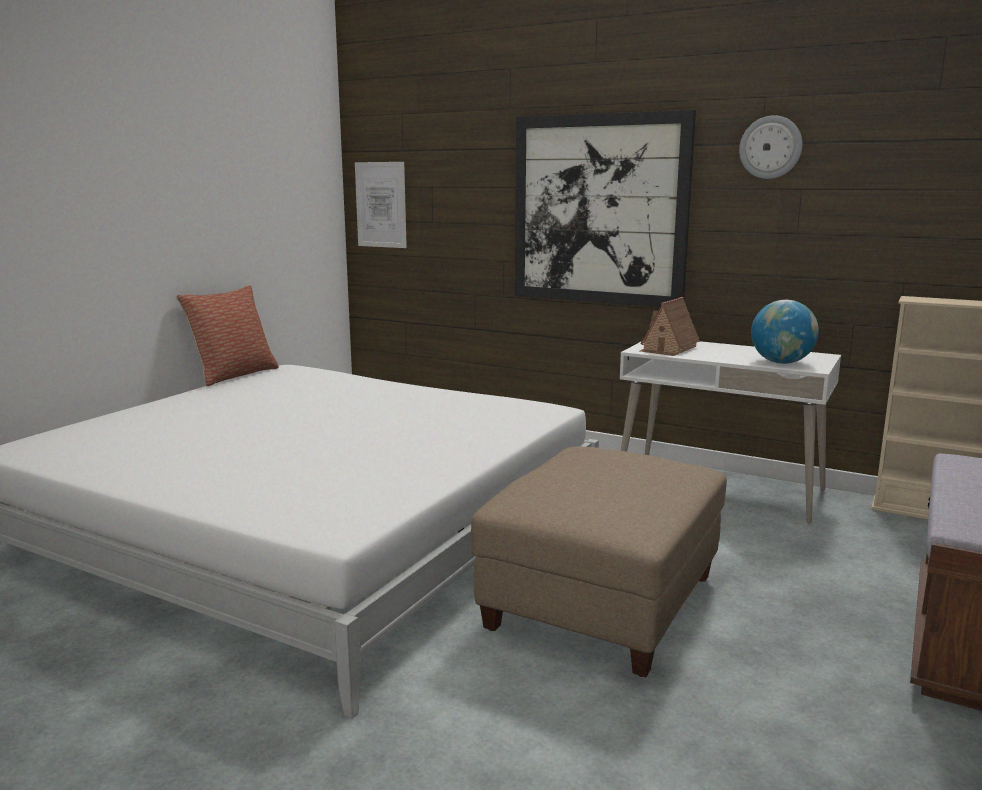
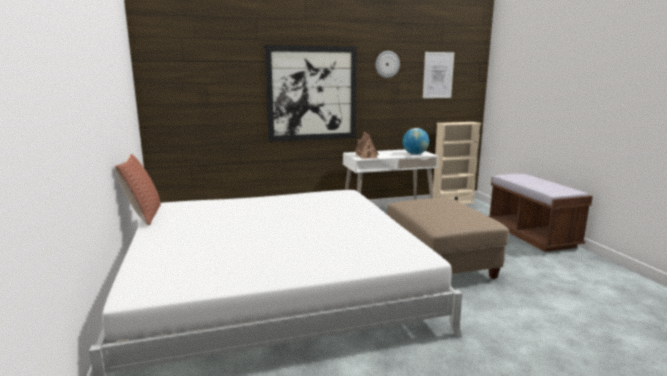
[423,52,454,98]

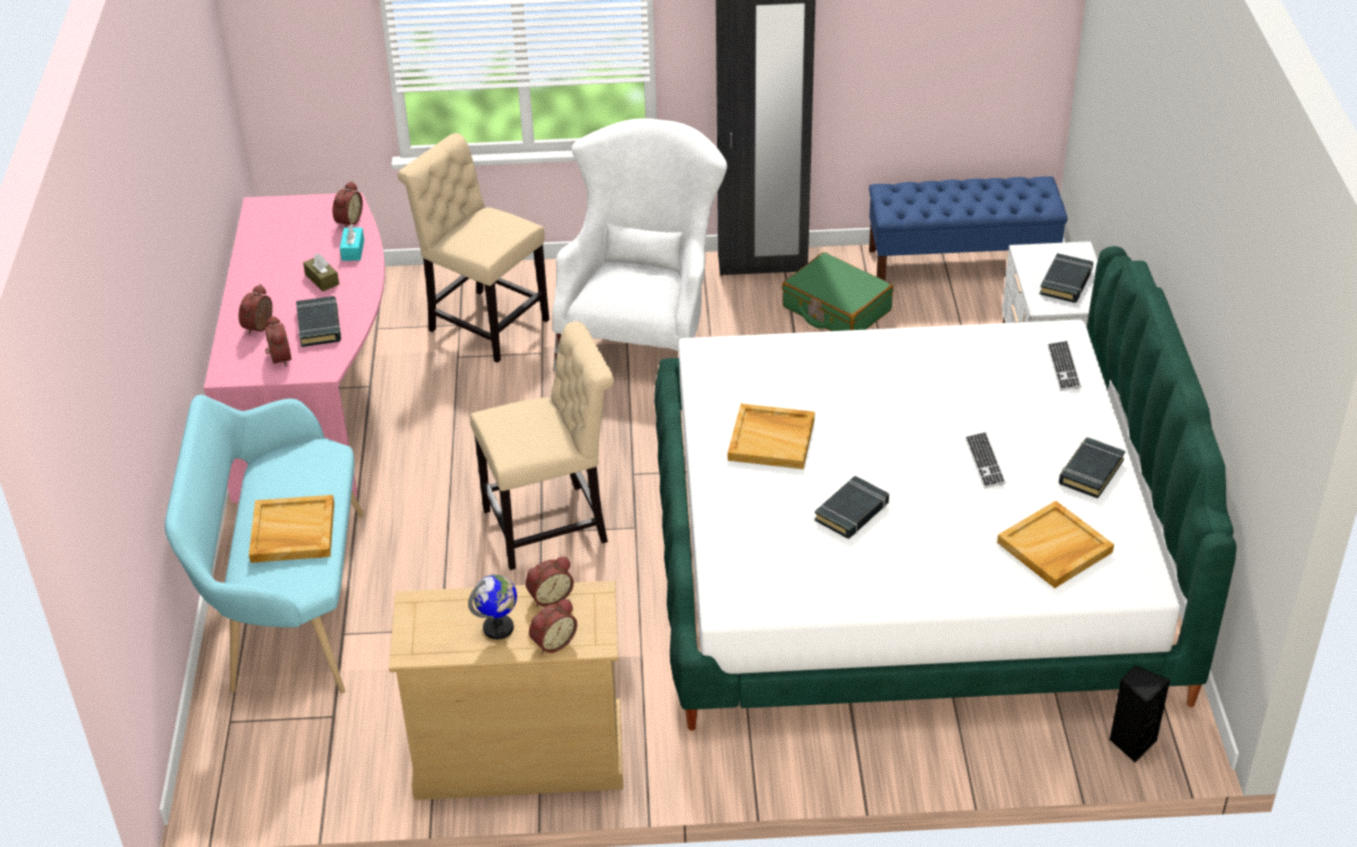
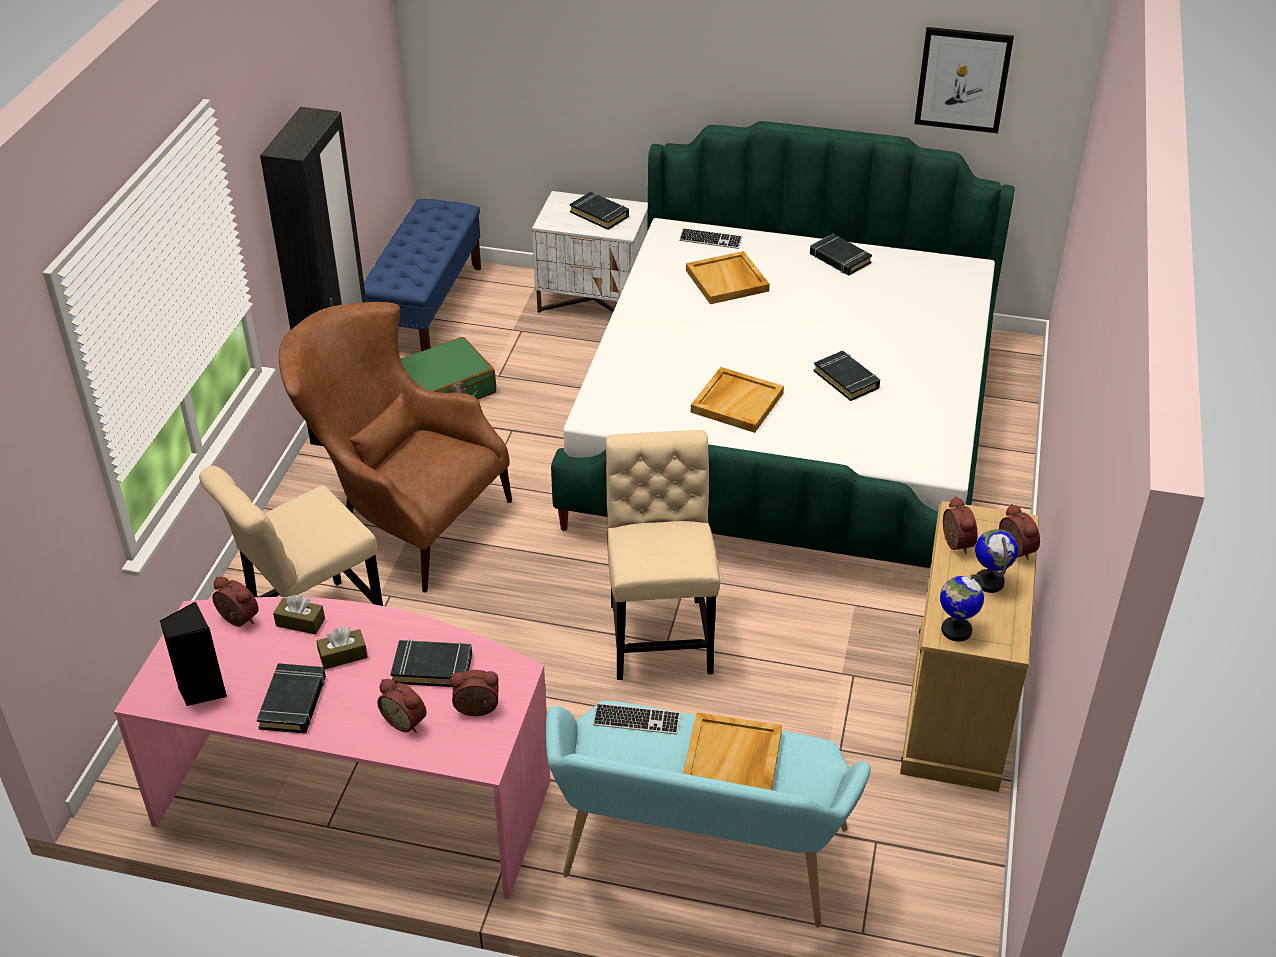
[160,602,227,706]
[257,663,326,733]
[273,595,325,634]
[279,302,512,592]
[593,703,681,735]
[686,251,770,304]
[914,27,1014,133]
[940,574,984,642]

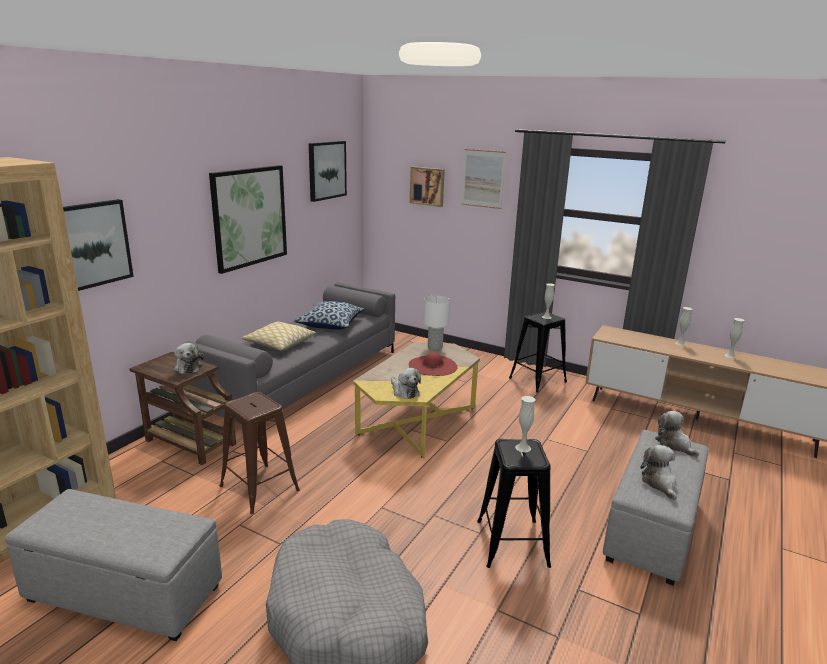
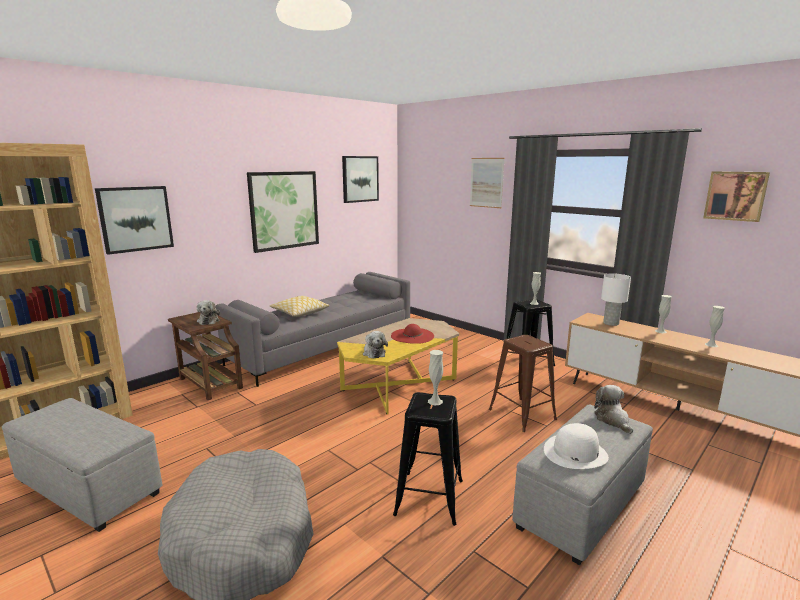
[489,335,557,432]
[544,423,609,469]
[601,273,631,326]
[703,171,770,222]
[294,301,364,330] (first image)

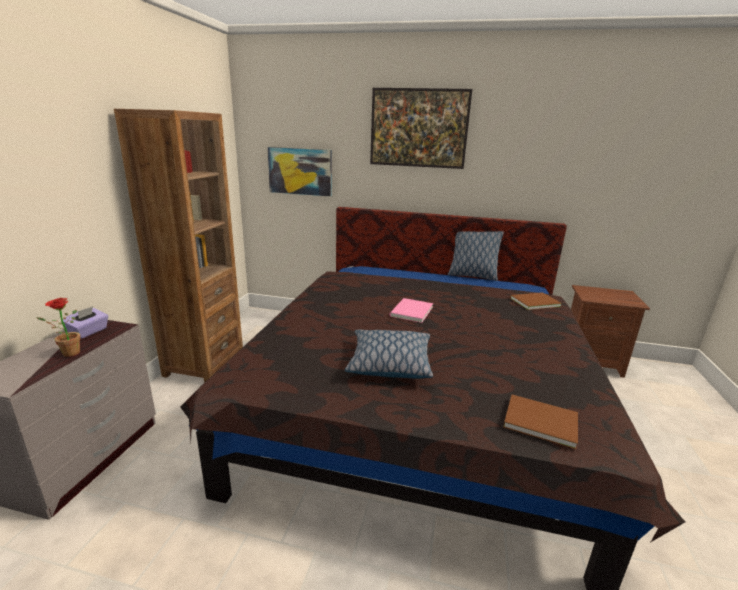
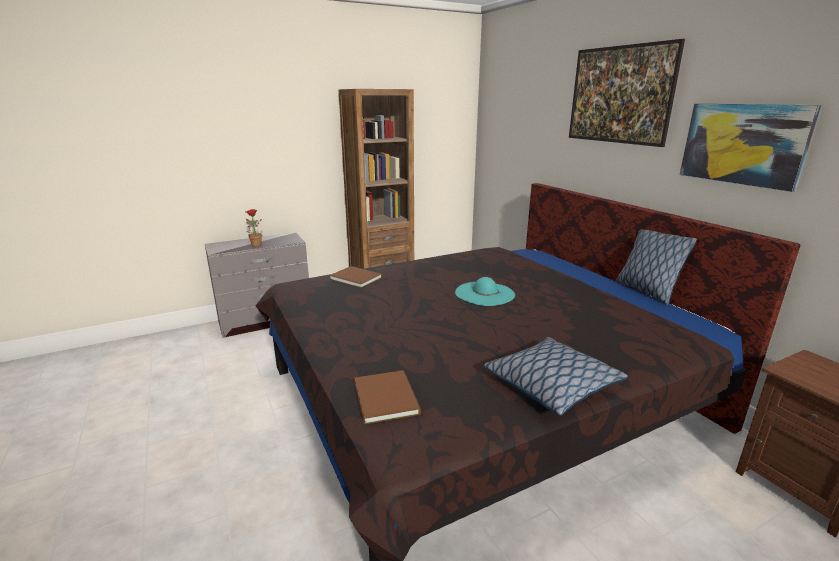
[329,266,382,288]
[455,277,515,306]
[483,337,628,416]
[680,104,821,192]
[61,306,109,339] (first image)

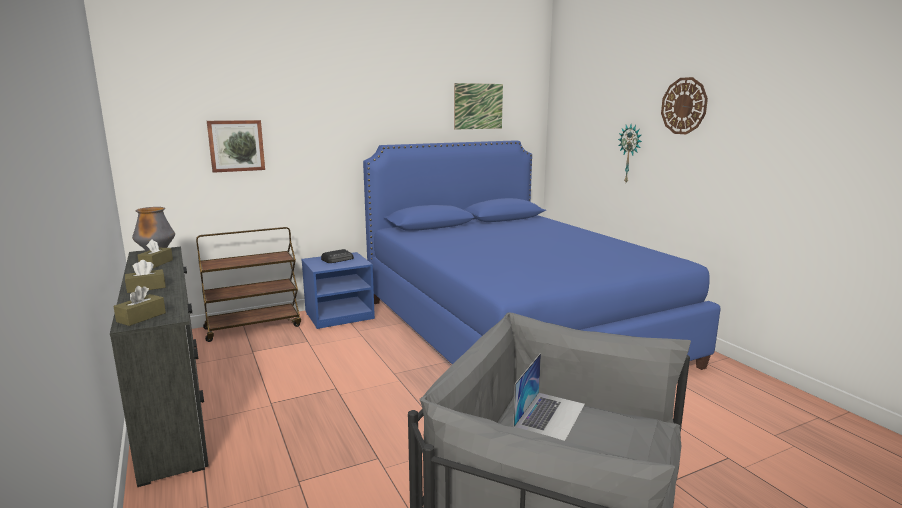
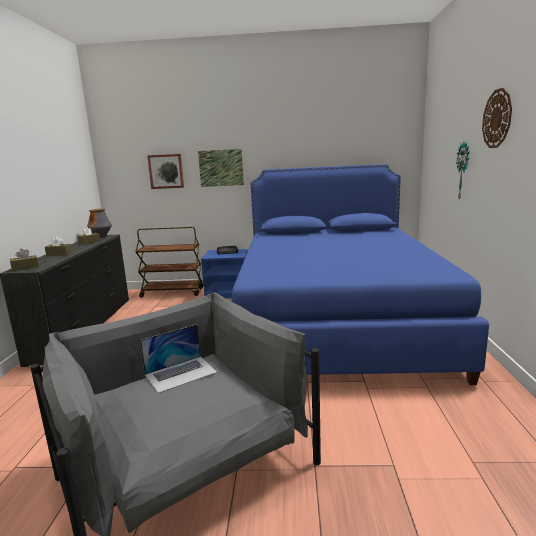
[198,149,244,187]

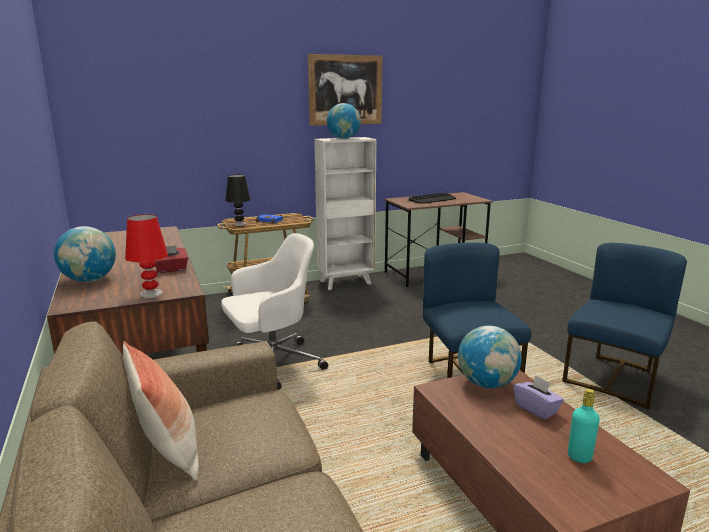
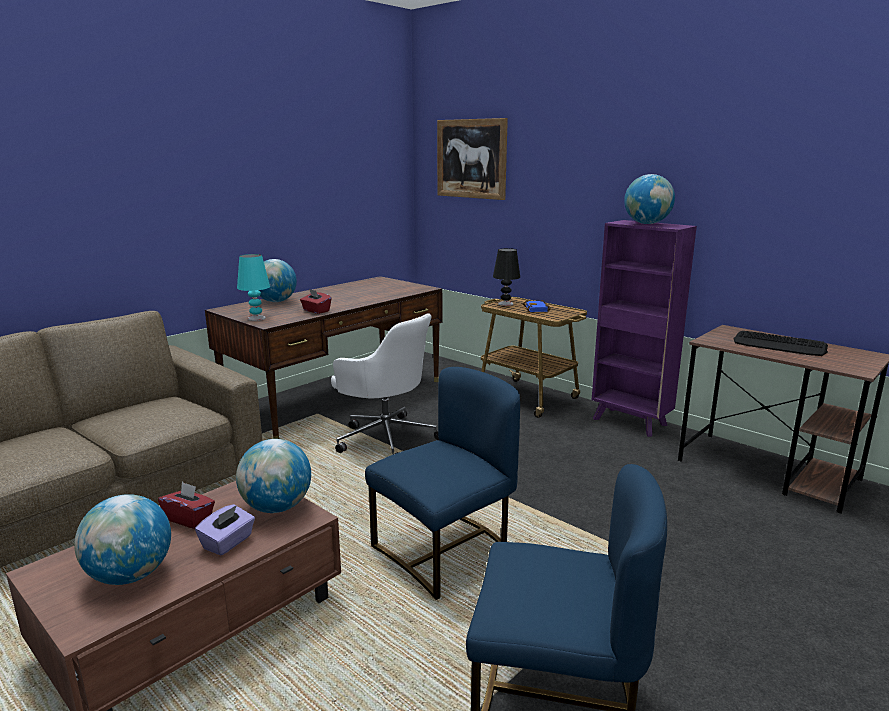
[74,494,171,585]
[158,482,215,529]
[237,254,270,321]
[437,118,508,200]
[592,220,697,437]
[123,341,199,480] (first image)

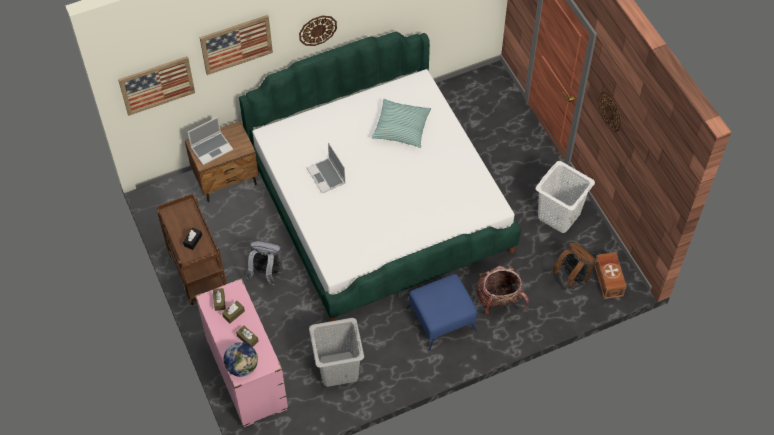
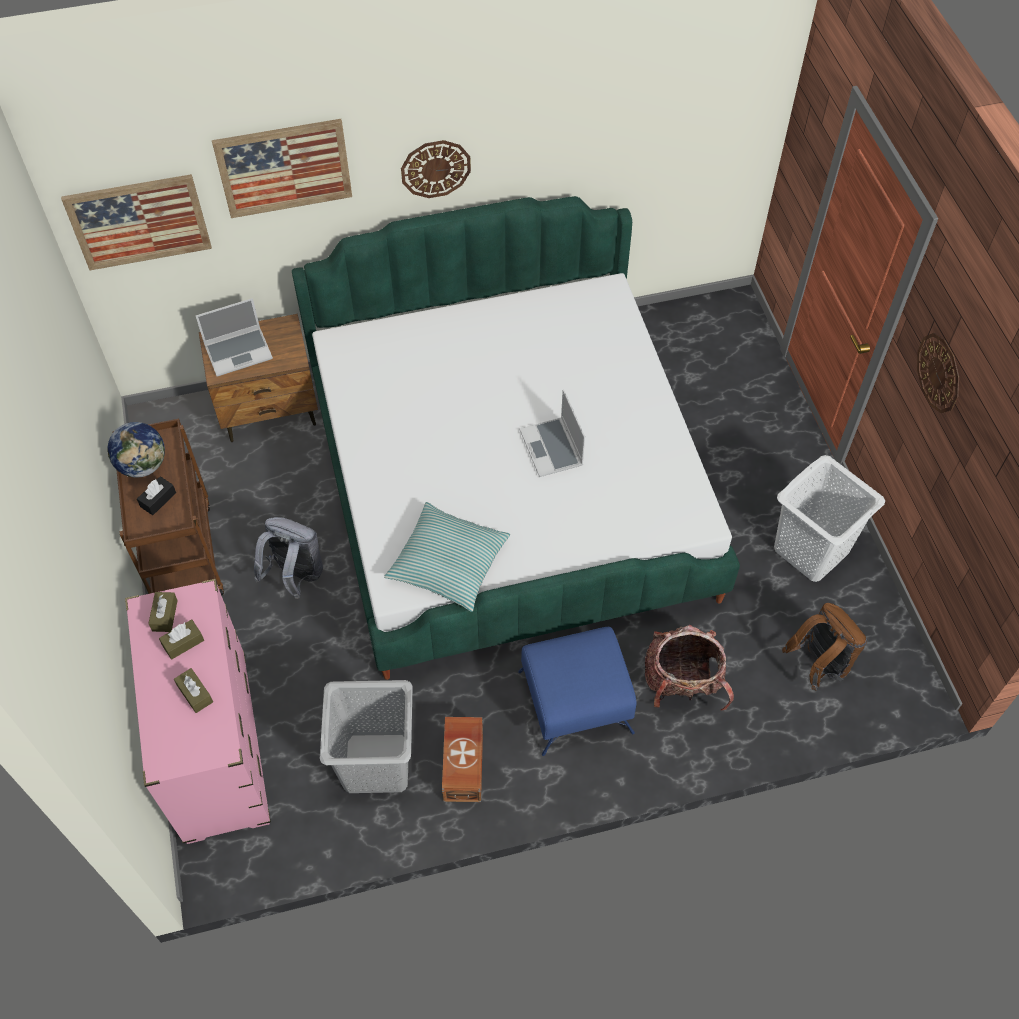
[107,422,165,478]
[384,502,510,612]
[442,717,483,802]
[520,390,585,477]

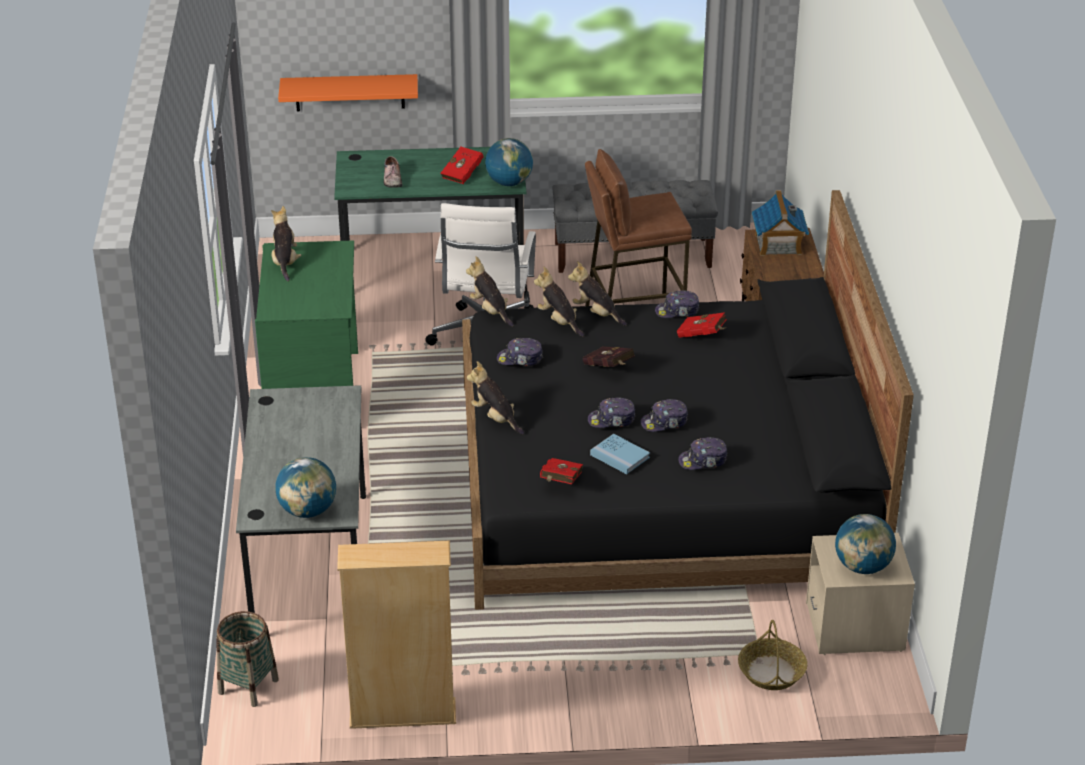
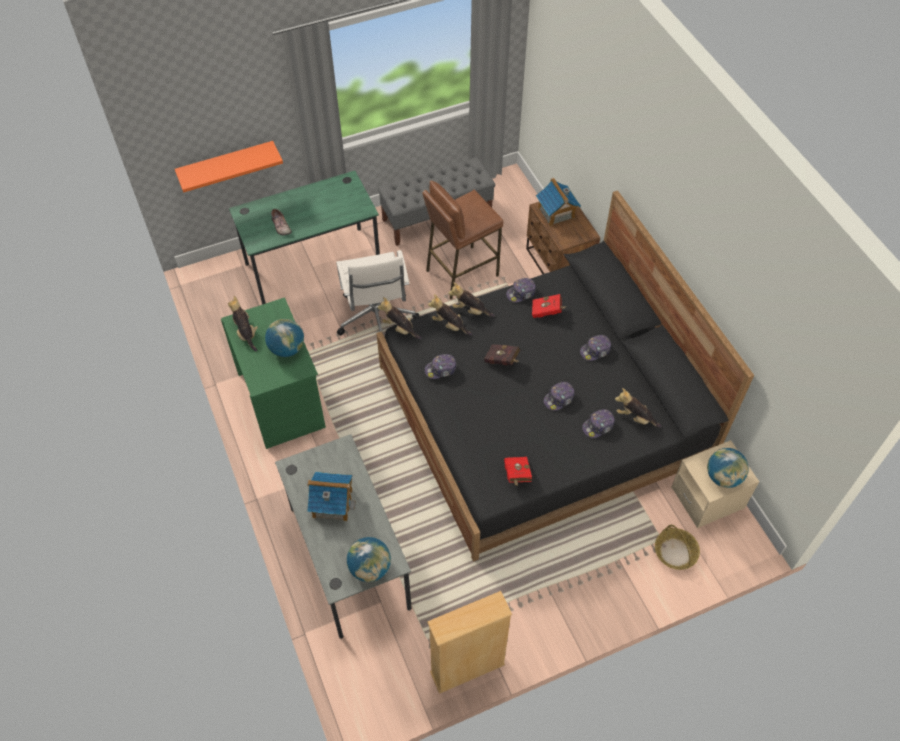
[265,319,304,357]
[307,472,356,521]
[580,335,611,361]
[615,388,661,428]
[216,611,279,707] (first image)
[440,147,484,184] (first image)
[590,434,650,474] (first image)

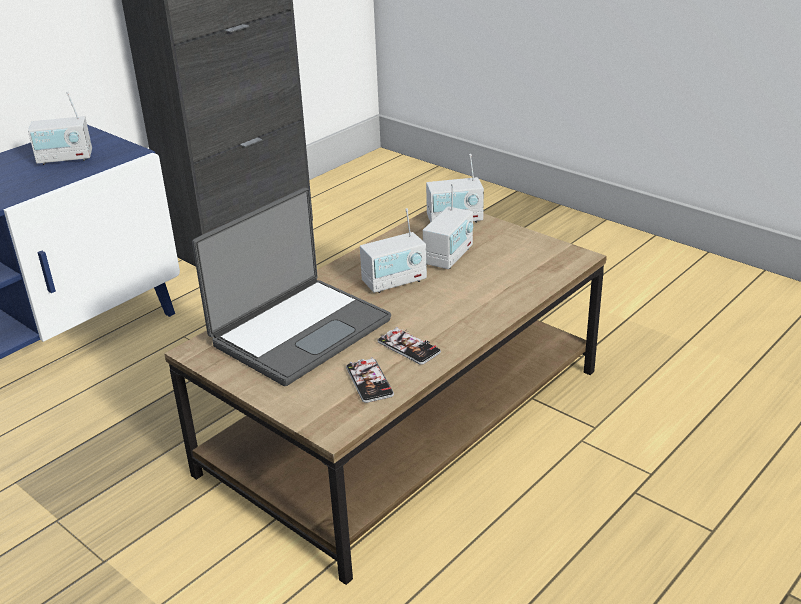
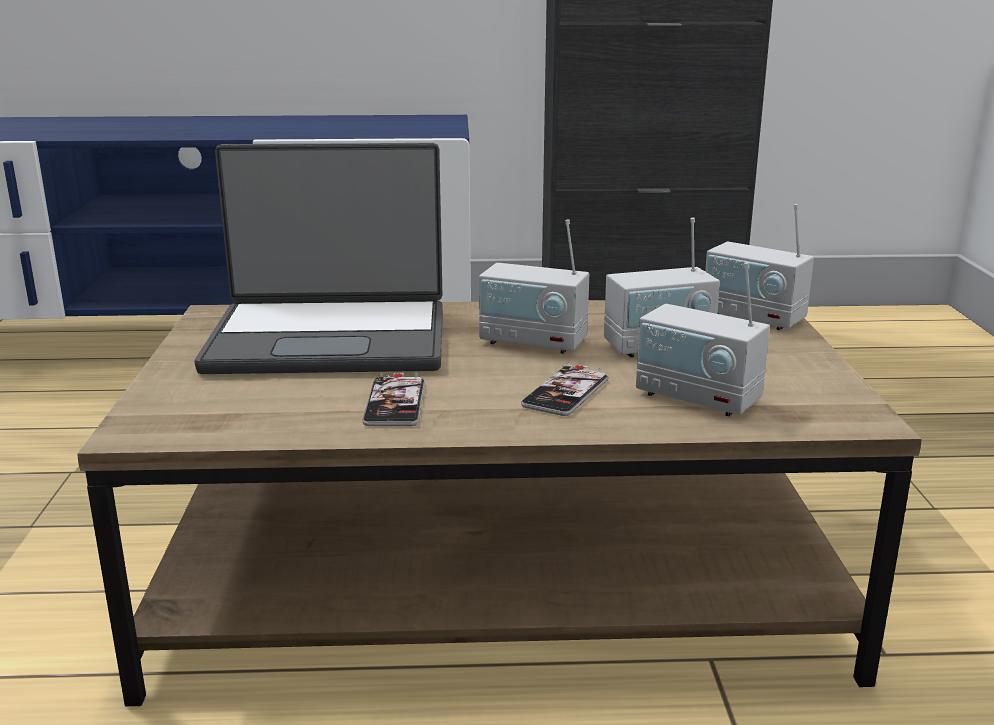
[521,362,608,416]
[636,262,770,416]

